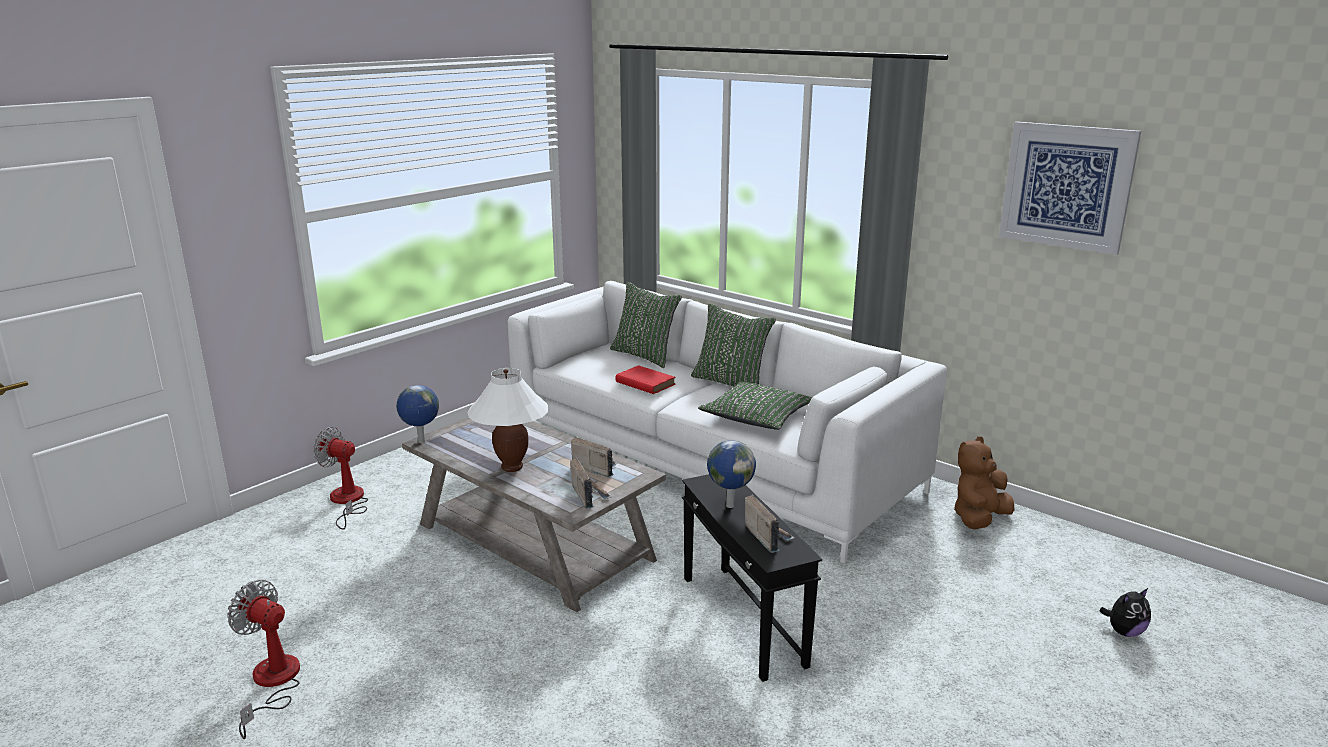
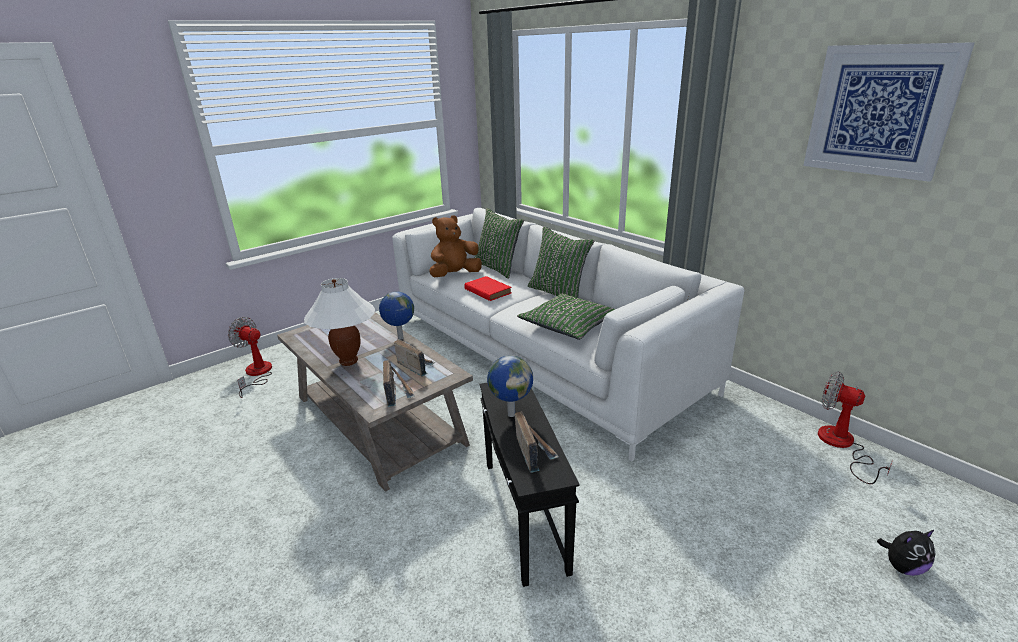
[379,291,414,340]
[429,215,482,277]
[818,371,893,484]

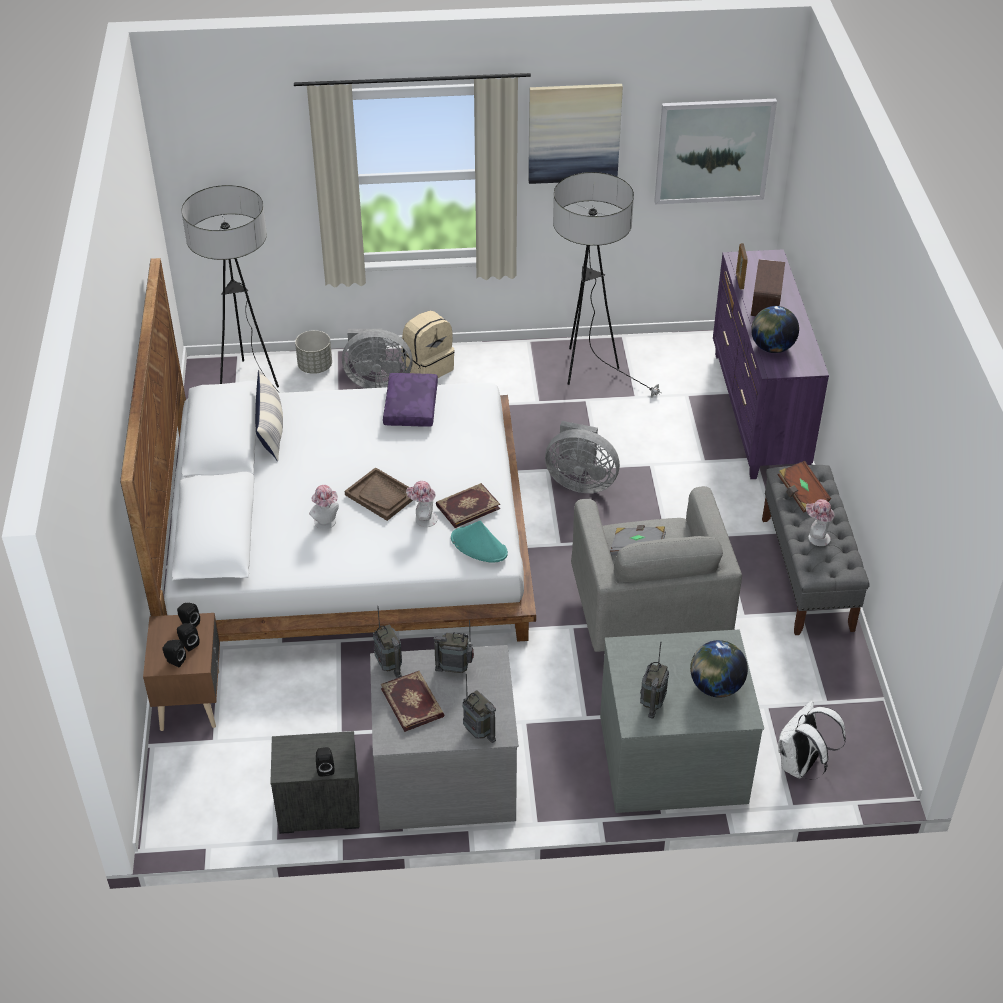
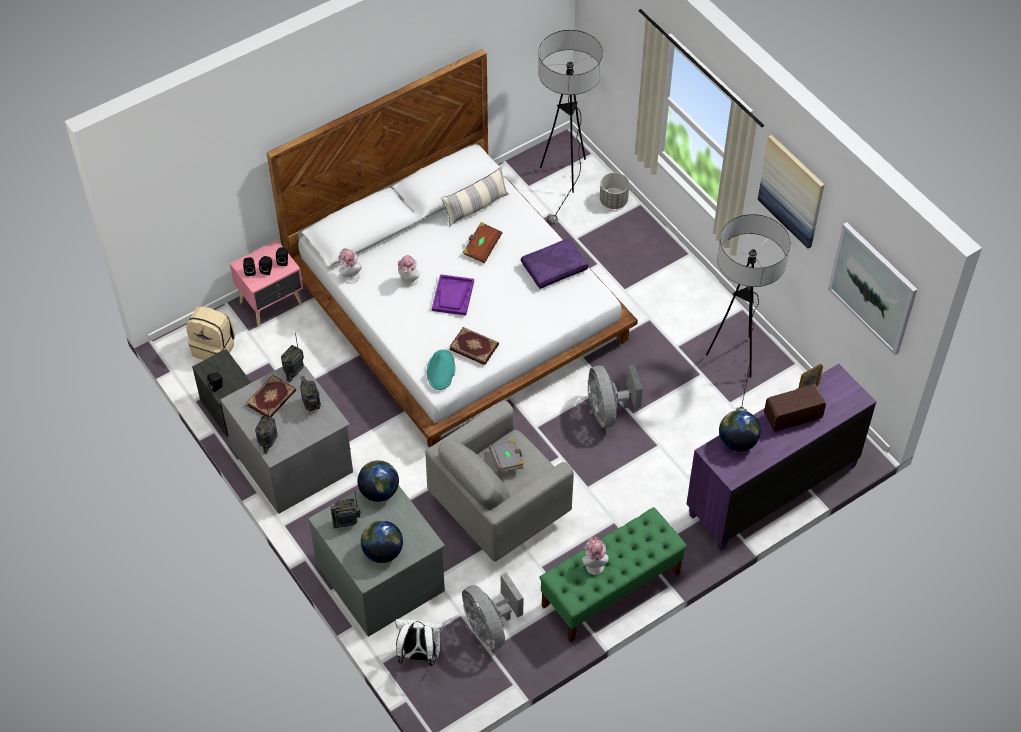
[186,306,235,360]
[230,240,303,327]
[338,248,362,284]
[358,460,399,502]
[432,274,474,316]
[462,573,523,650]
[463,222,502,263]
[539,507,687,643]

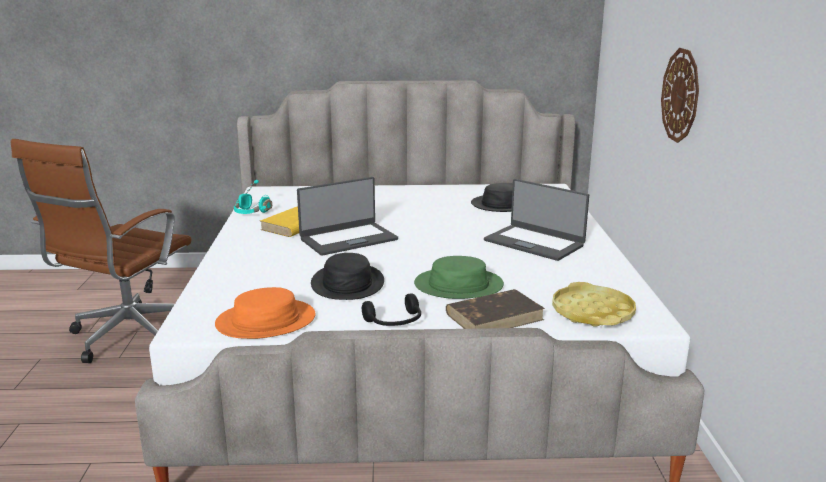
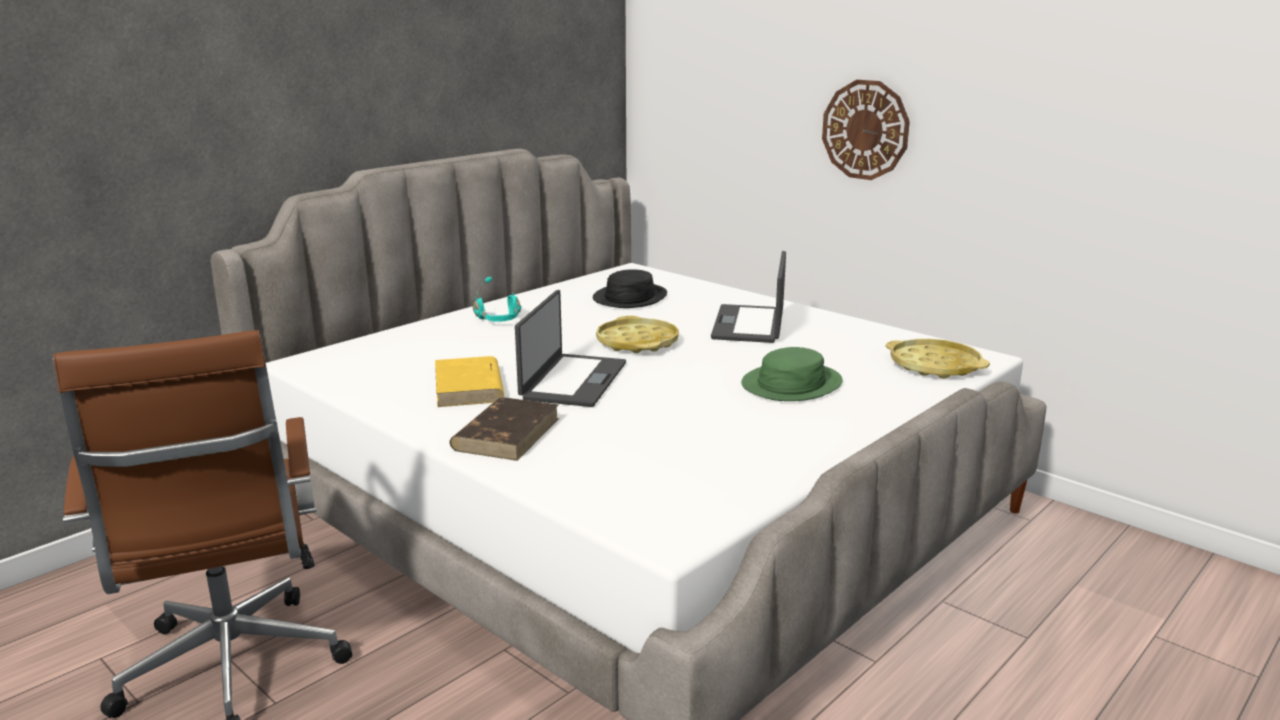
[450,397,559,461]
[473,277,521,322]
[596,316,679,353]
[711,251,786,343]
[215,287,316,339] (first image)
[311,253,384,300] (first image)
[362,293,421,326] (first image)

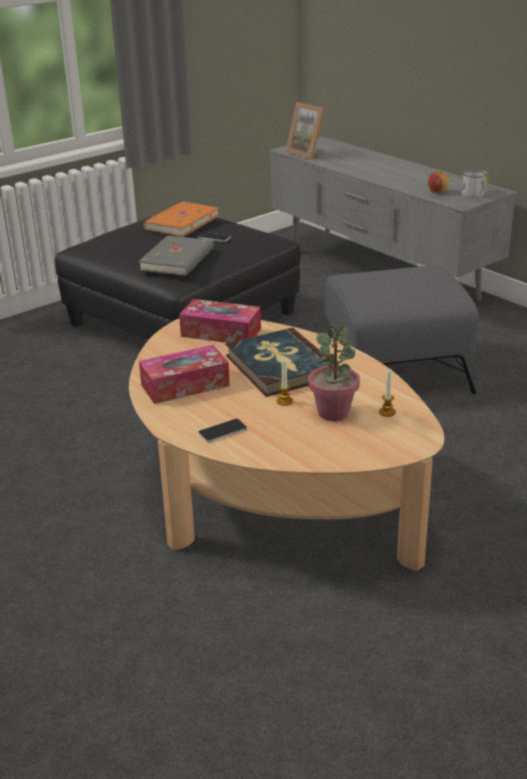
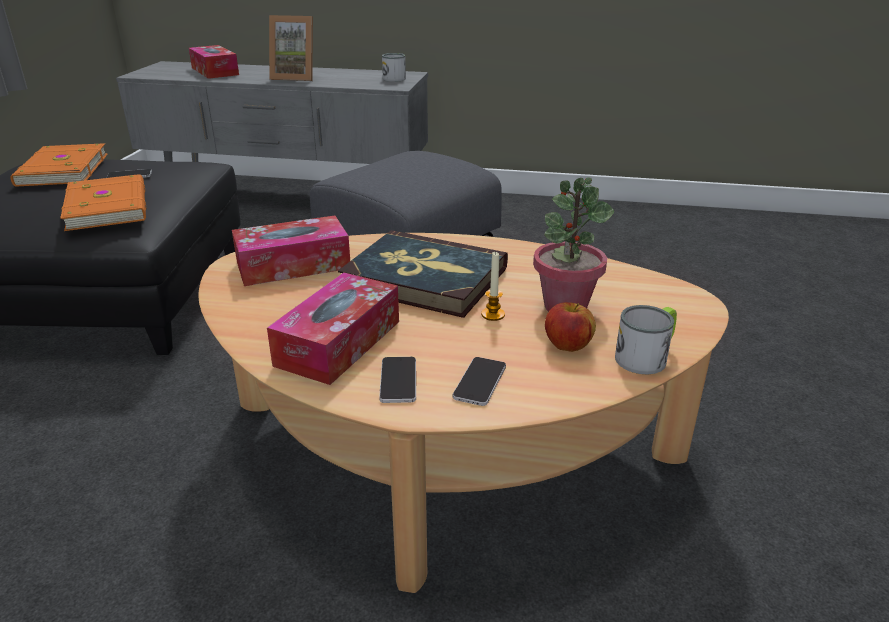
[60,174,146,231]
[189,45,239,79]
[269,15,313,81]
[379,357,416,403]
[545,302,596,352]
[615,305,677,375]
[379,369,396,417] (first image)

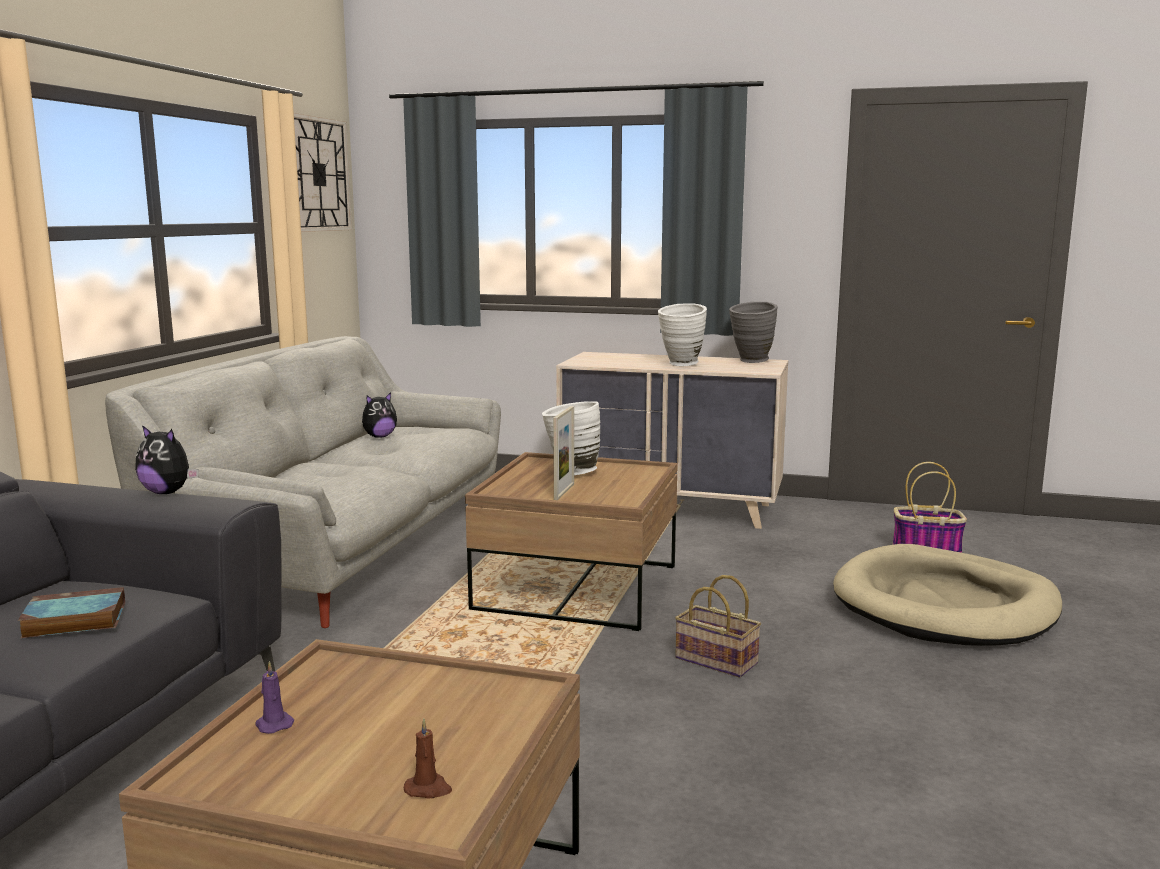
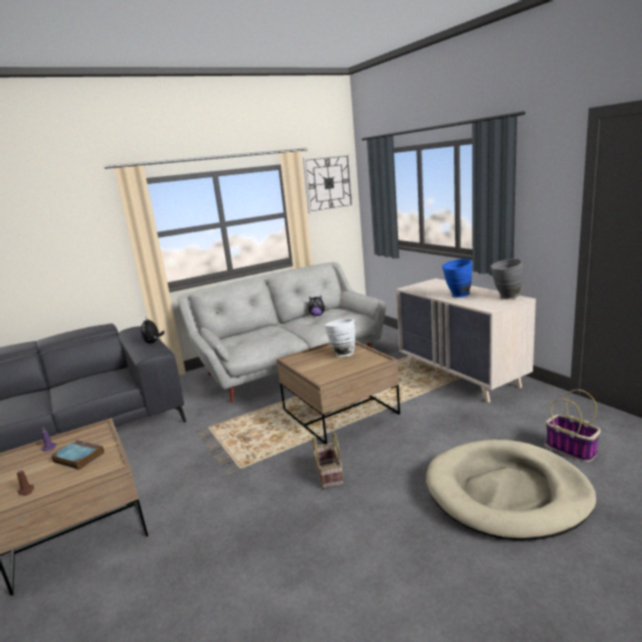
[51,440,104,470]
[442,259,472,298]
[553,406,574,500] (first image)

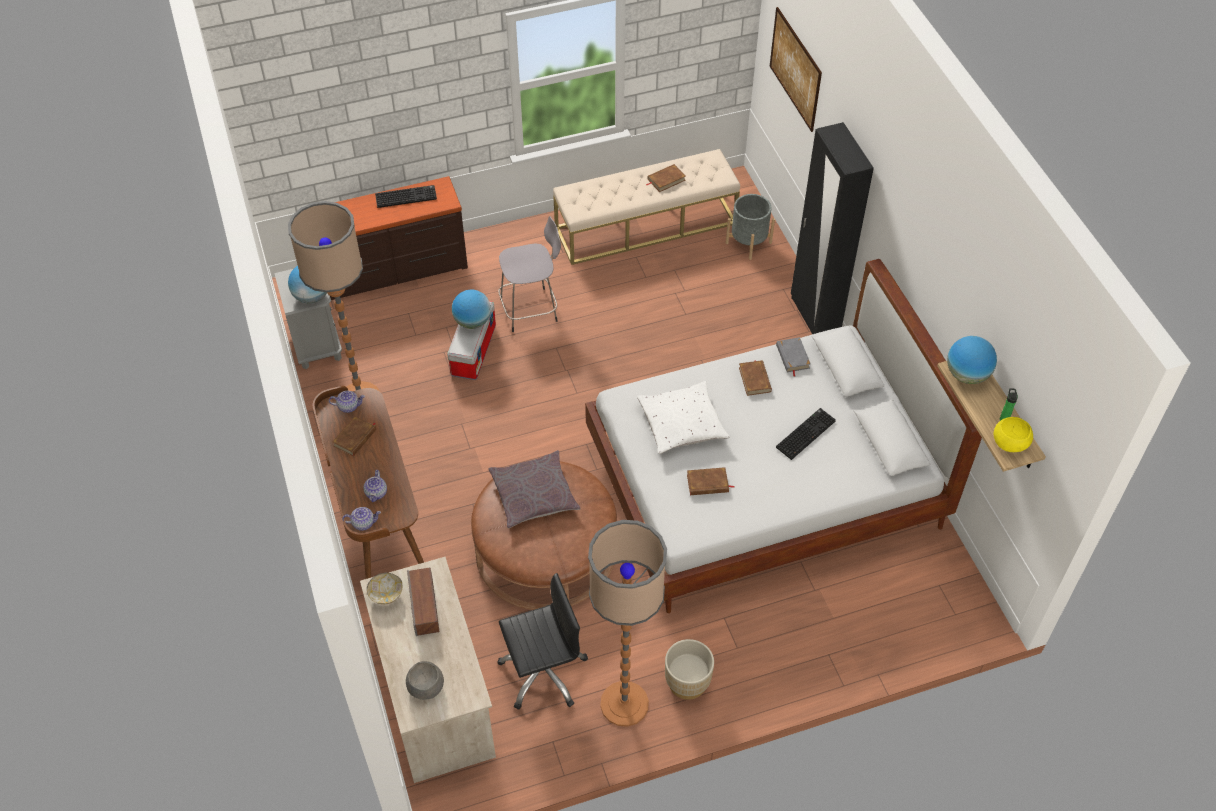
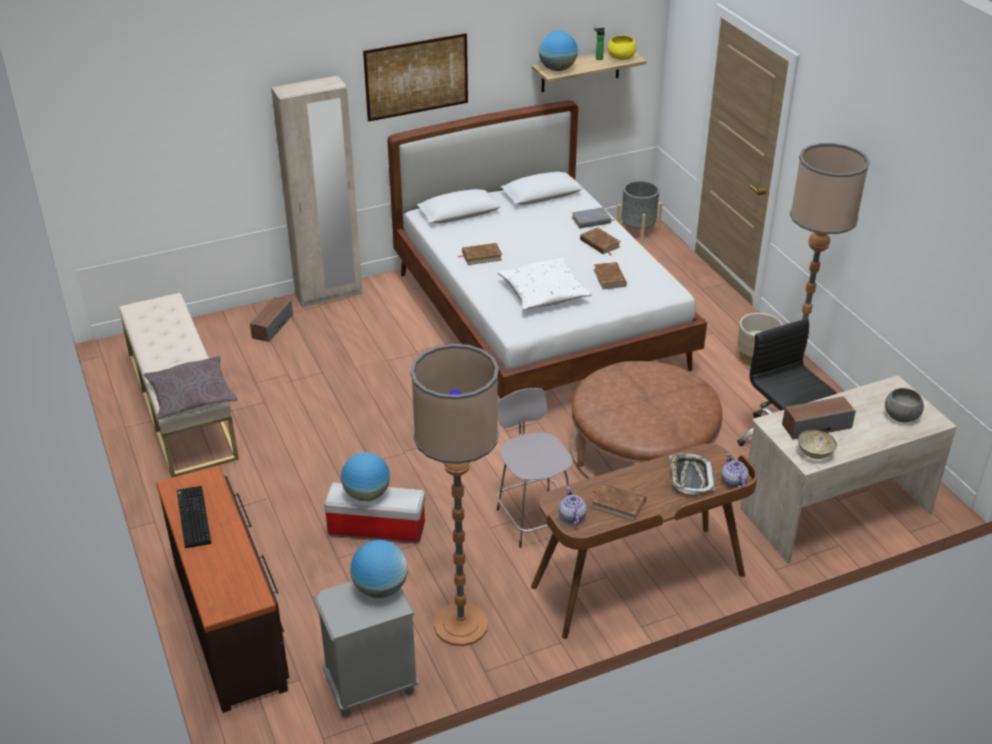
[144,356,237,420]
[250,297,293,342]
[271,76,363,308]
[363,33,468,122]
[497,388,573,548]
[572,207,611,229]
[580,228,621,255]
[617,181,663,244]
[669,453,715,495]
[776,408,836,460] (first image)

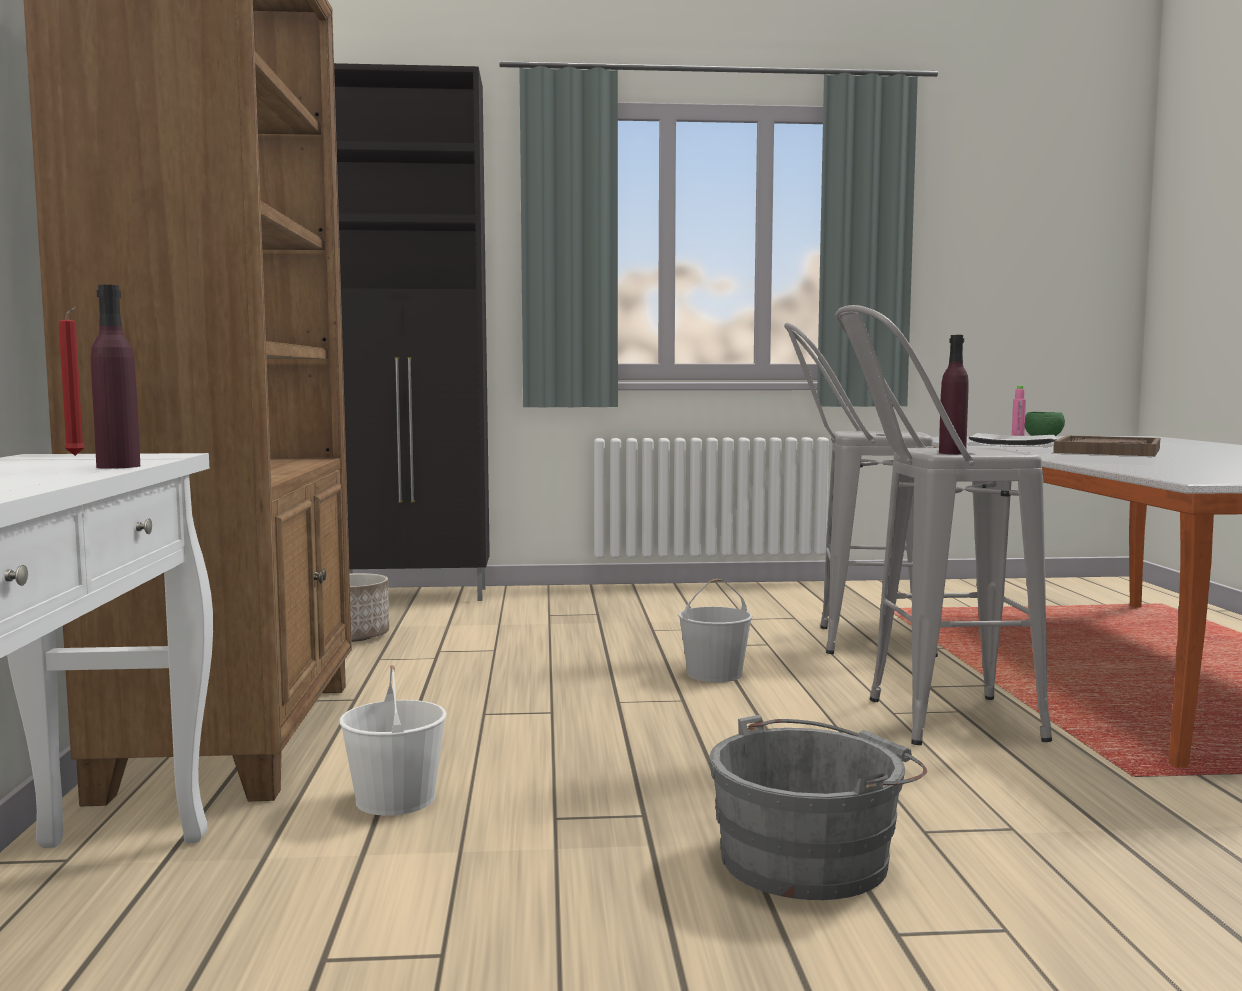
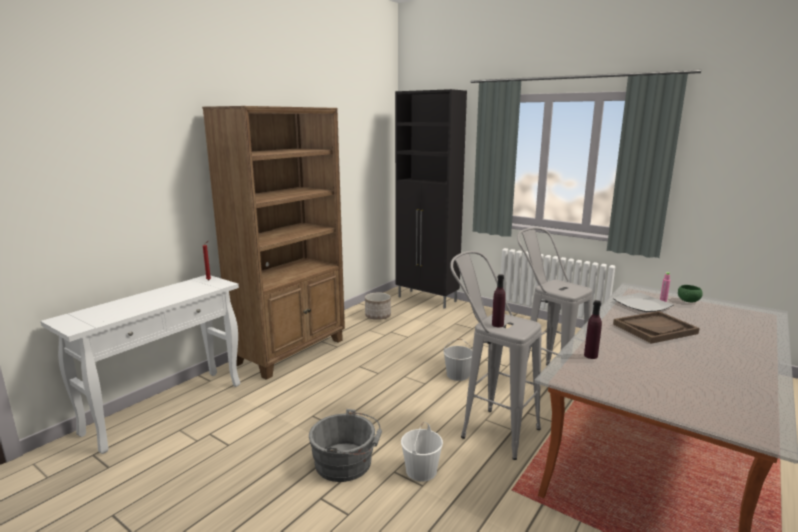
[401,422,443,482]
[584,300,602,359]

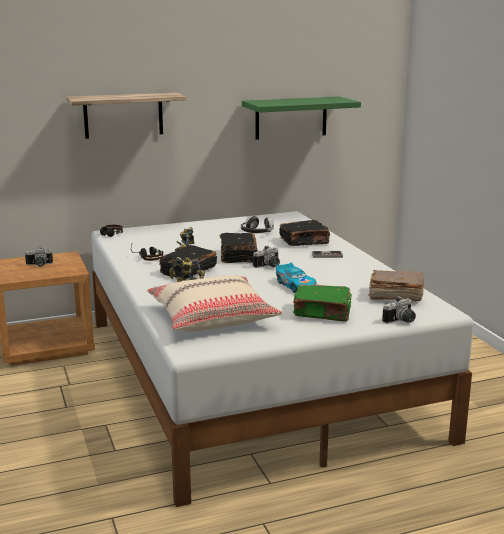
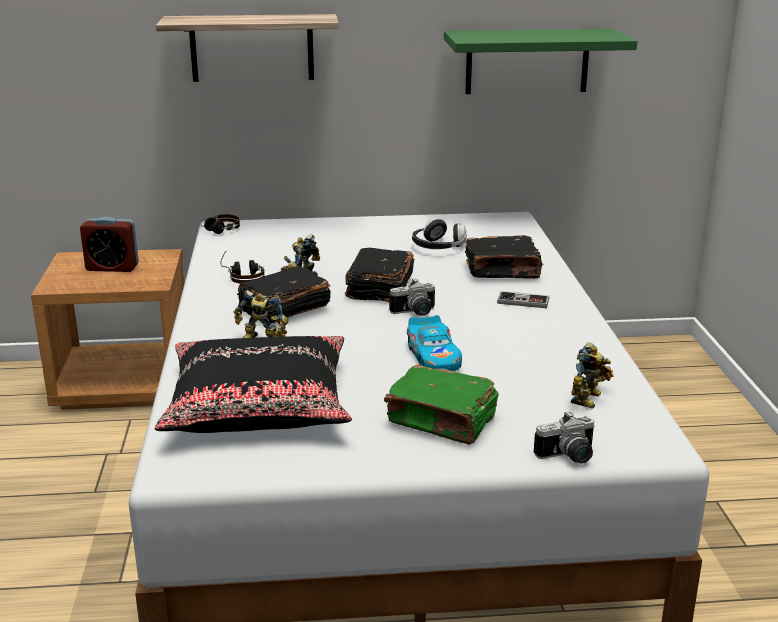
[80,216,139,272]
[155,336,352,433]
[571,342,614,409]

